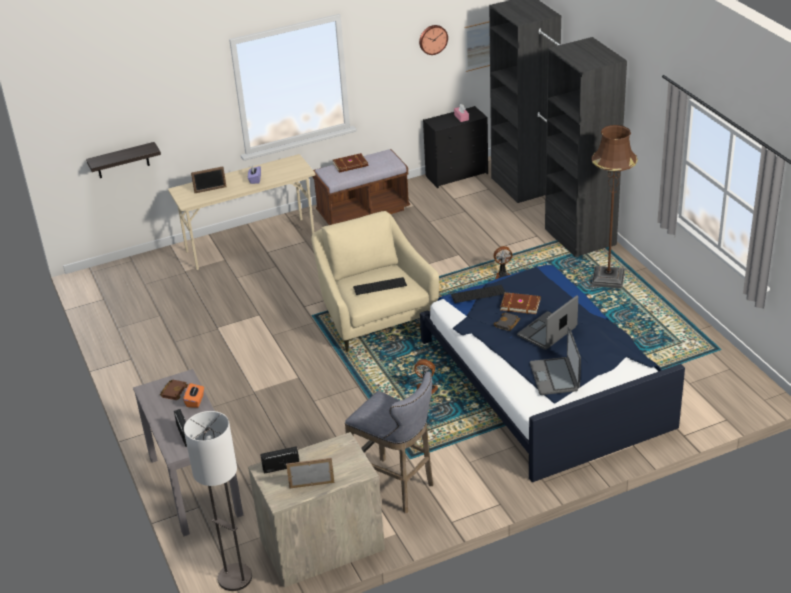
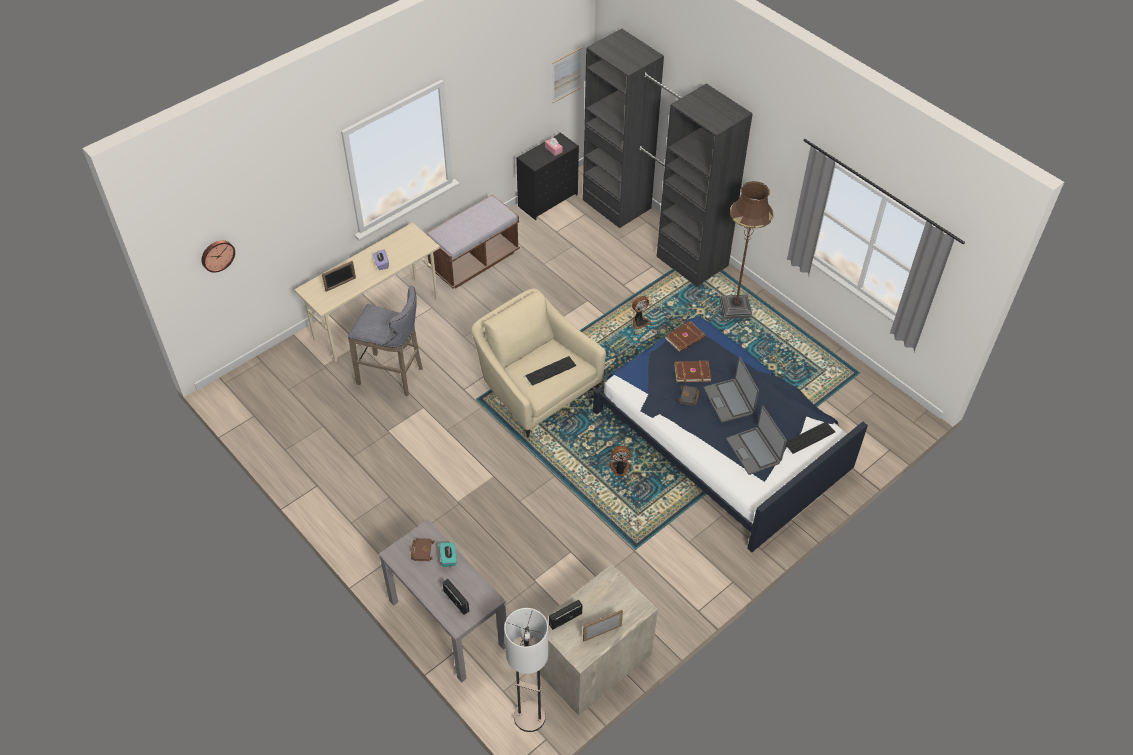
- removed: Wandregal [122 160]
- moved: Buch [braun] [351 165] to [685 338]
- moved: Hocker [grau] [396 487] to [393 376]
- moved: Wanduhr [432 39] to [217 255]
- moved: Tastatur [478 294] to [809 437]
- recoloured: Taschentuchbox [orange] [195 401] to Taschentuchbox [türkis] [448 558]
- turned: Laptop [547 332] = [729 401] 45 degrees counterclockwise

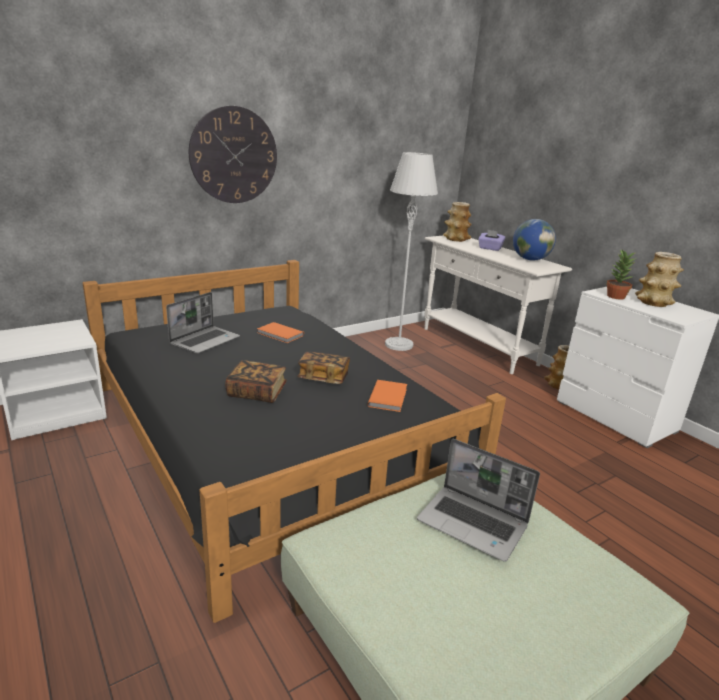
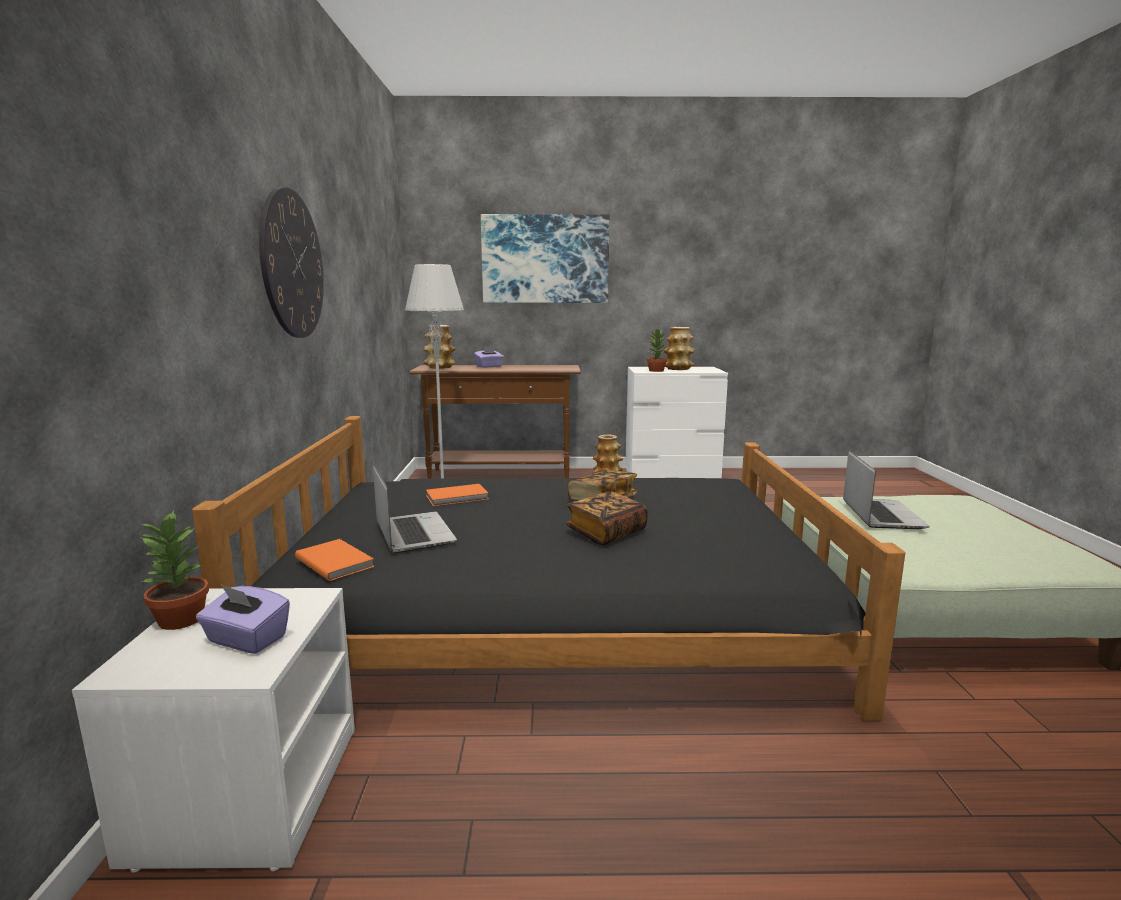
- removed: Globus [530 259]
- added: Topfpflanze [180 620]
- added: Taschentuchbox [lila] [246 640]
- added: Bild [545 259]
- moved: Buch [orange] [389 397] to [336 562]
- recoloured: Konsolentisch [weiß] [478 346] to Konsolentisch [braun] [500 475]
- turned: Laptop [474 523] = [880 515] 60 degrees counterclockwise

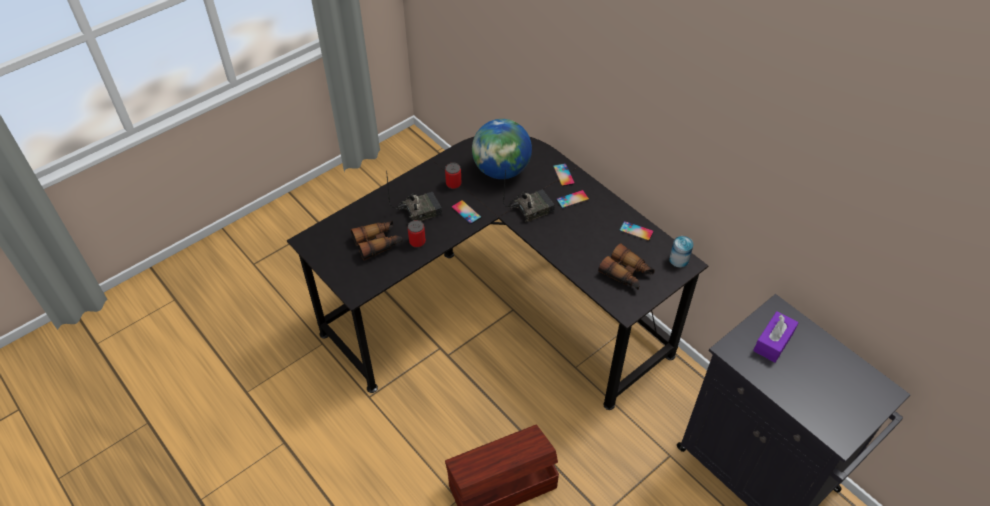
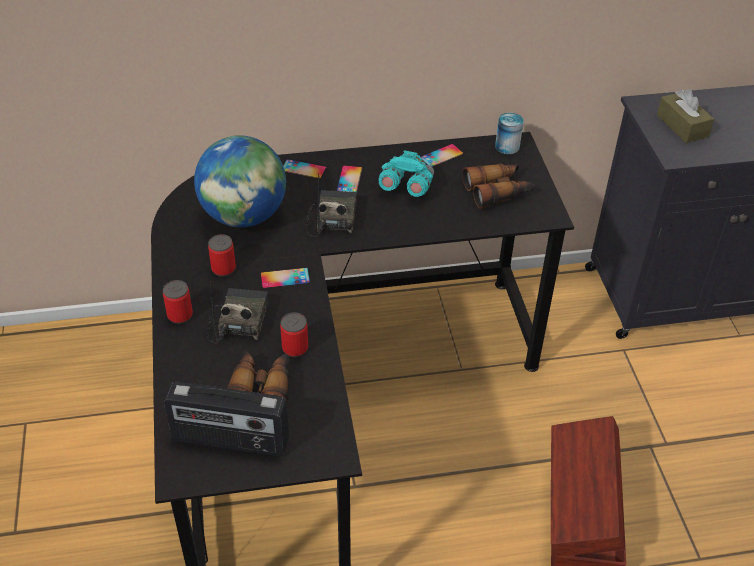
- added: Dose [180 315]
- added: Radio [230 441]
- added: Fernglas [türkis] [406 187]
- recoloured: Taschentuchbox [lila] [773 342] to Taschentuchbox [braun] [682 126]

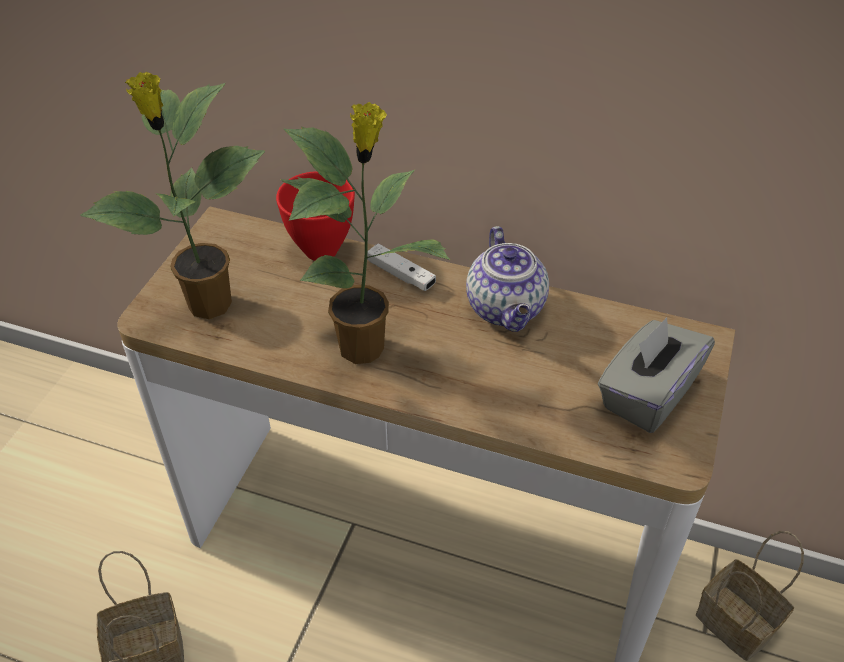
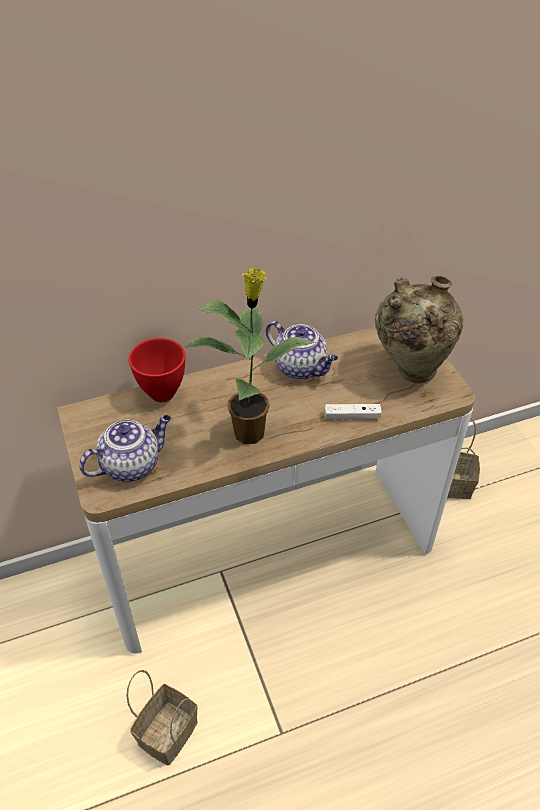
- moved: Gamepad [weiß] [401 275] to [352 416]
- replaced: Topfpflanze [208 306] to Teekanne [132 465]
- replaced: Taschentuchbox [grau] [647 394] to Vase [beige] [409 370]

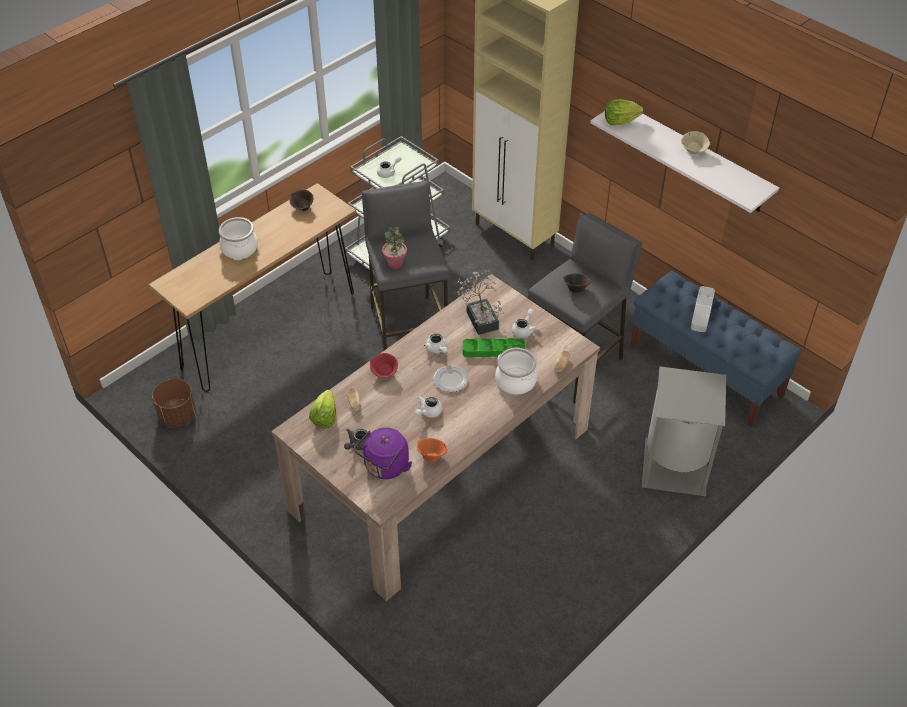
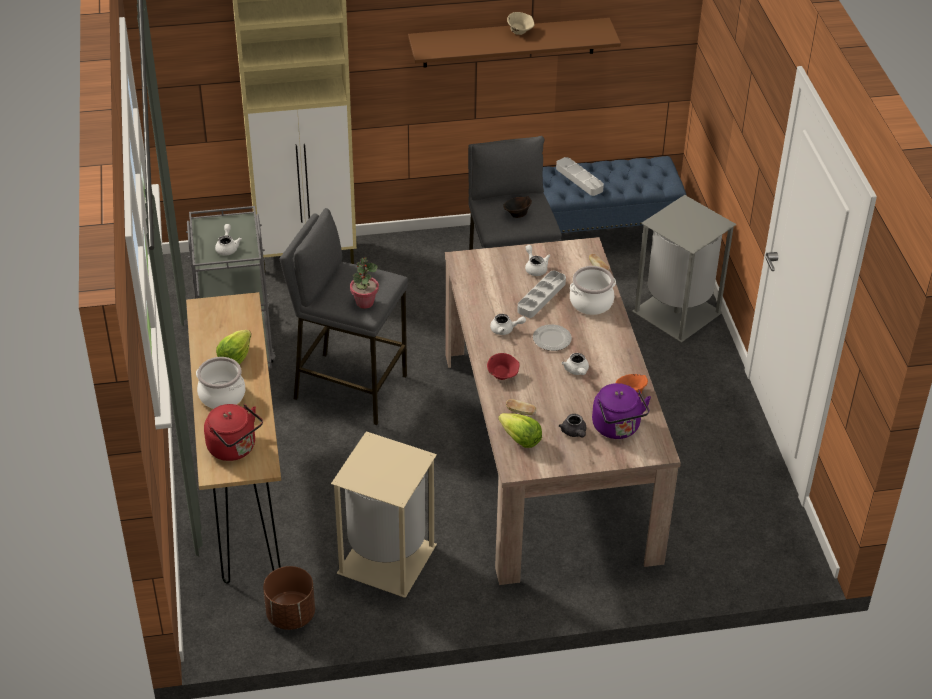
- removed: Schüssel [braun] [303 208]
- removed: Topfpflanze [481 317]
- added: Wasserkessel [rot] [234 448]
- added: Mülleimer [beige] [385 560]
- moved: Salatkopf [620 121] to [235 357]
- recoloured: Tablett [grün] [493 350] to Tablett [grau] [541 297]
- recoloured: Wandregal [weiß] [693 157] to Wandregal [braun] [509 42]

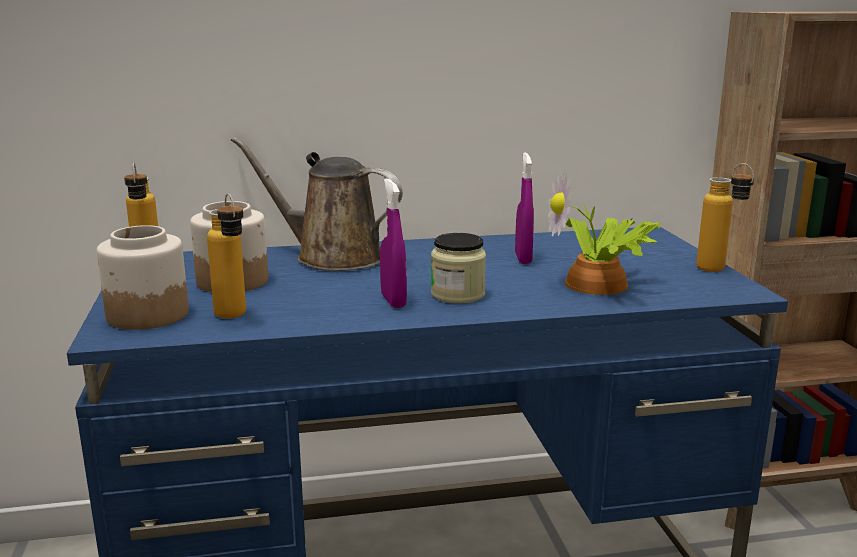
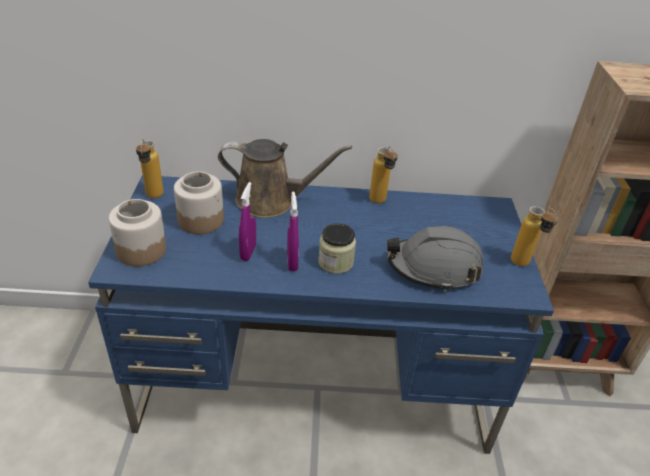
- moved: Flasche [234 318] to [380 203]
- moved: Sprühflasche [lila] [523 259] to [248 252]
- replaced: Topfpflanze [600 285] to Schutzhelm [grau] [434 268]
- turned: Gießkanne [braun] [331 257] = [271 201] 150 degrees clockwise

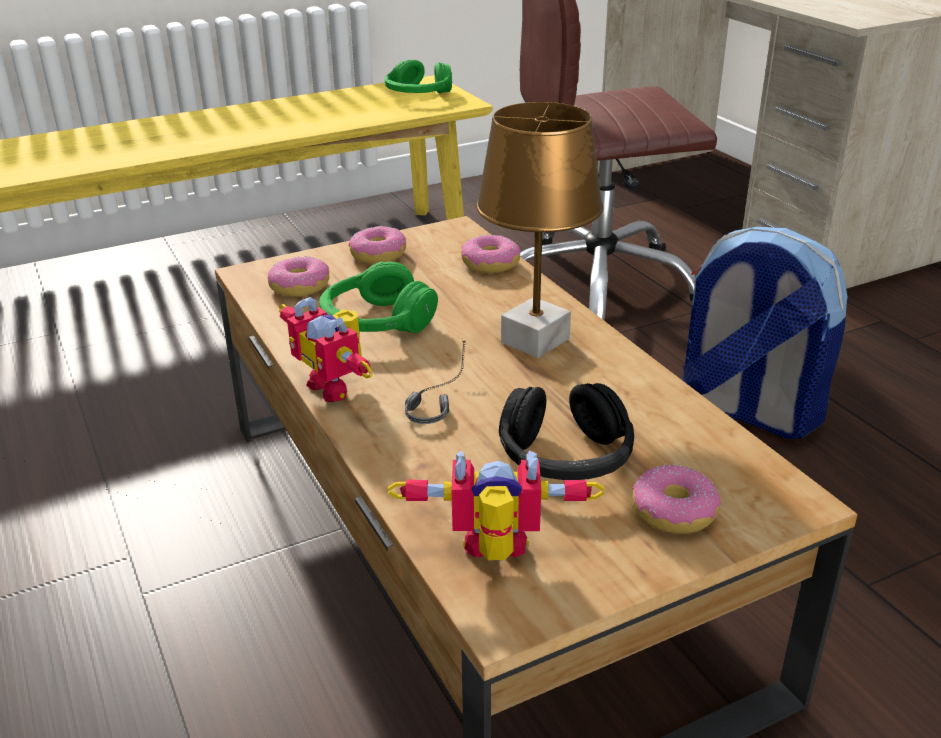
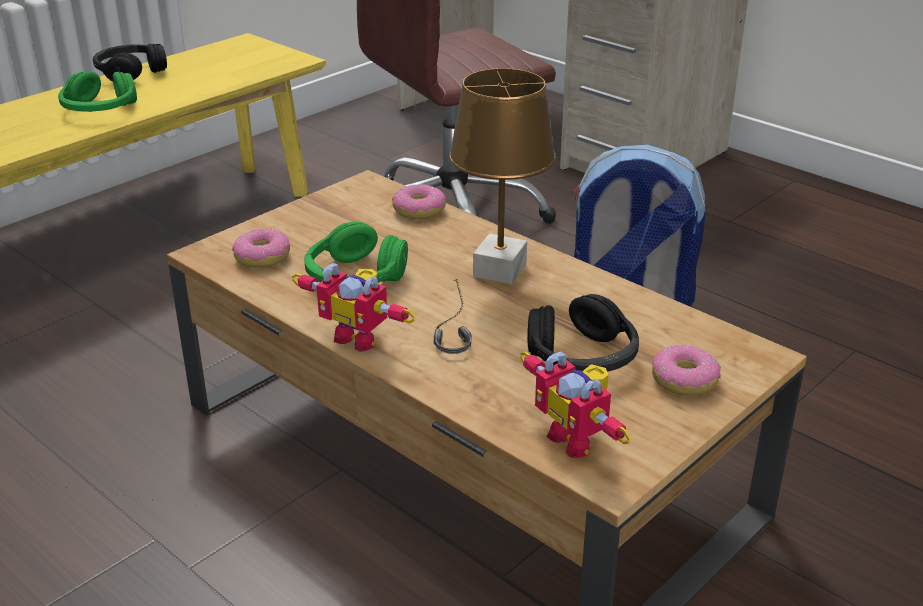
- removed: Donut [378 254]
- added: Kopfhörer [schwarz] [130 73]
- moved: Kopfhörer [grün] [418 94] to [99 109]
- turned: Spielzeugroboter [495 555] = [576 439] 105 degrees counterclockwise

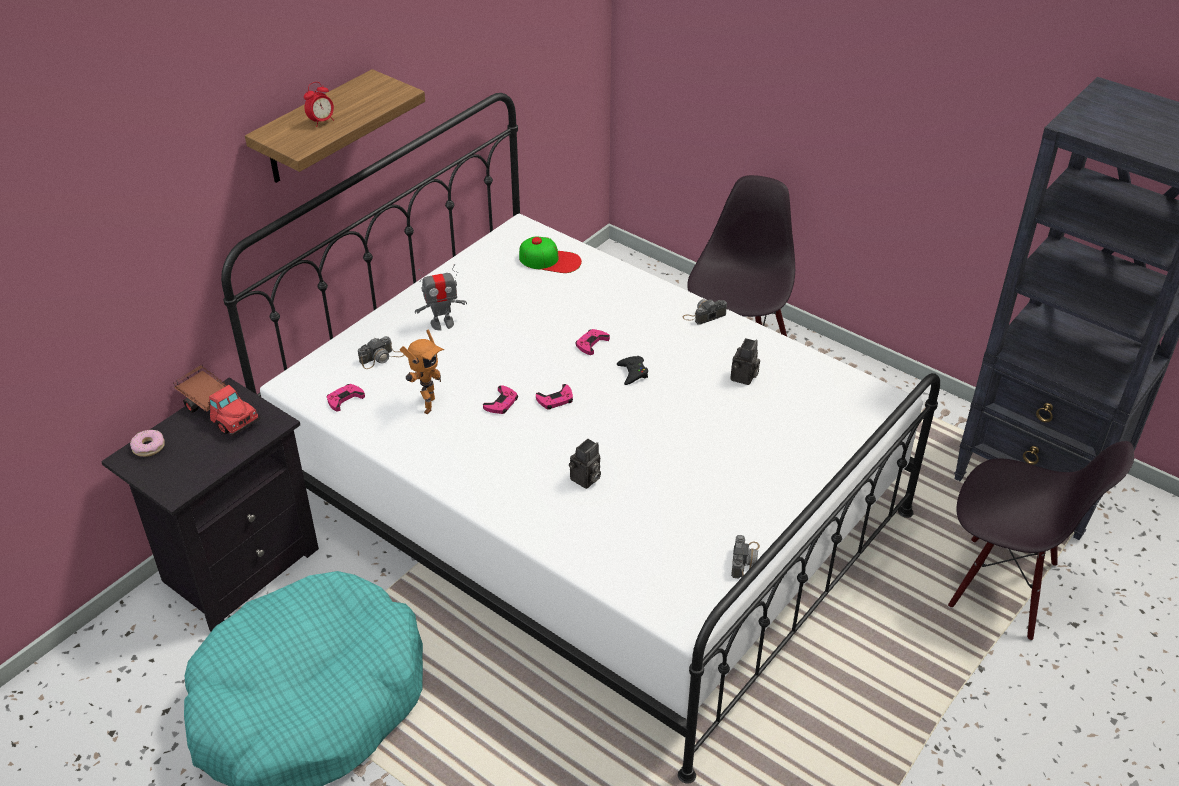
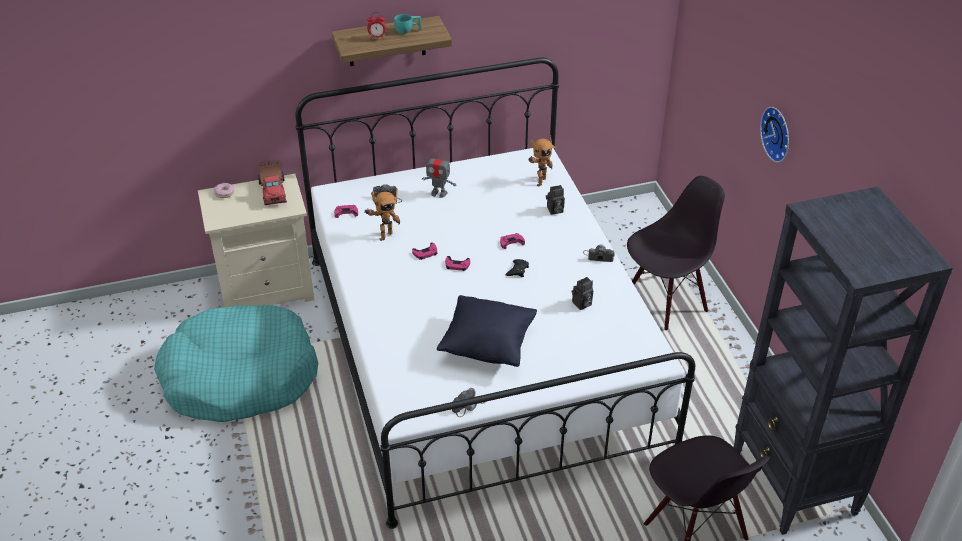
- added: Tasse [türkis] [407 31]
- added: Kissen [schwarz] [487 346]
- added: Wanduhr [778 133]
- moved: Kamera [585 480] to [554 210]
- replaced: Kappe [550 260] to Spielzeugroboter [539 181]
- recoloured: Nachttisch [schwarz] [237 566] to Nachttisch [beige] [267 289]

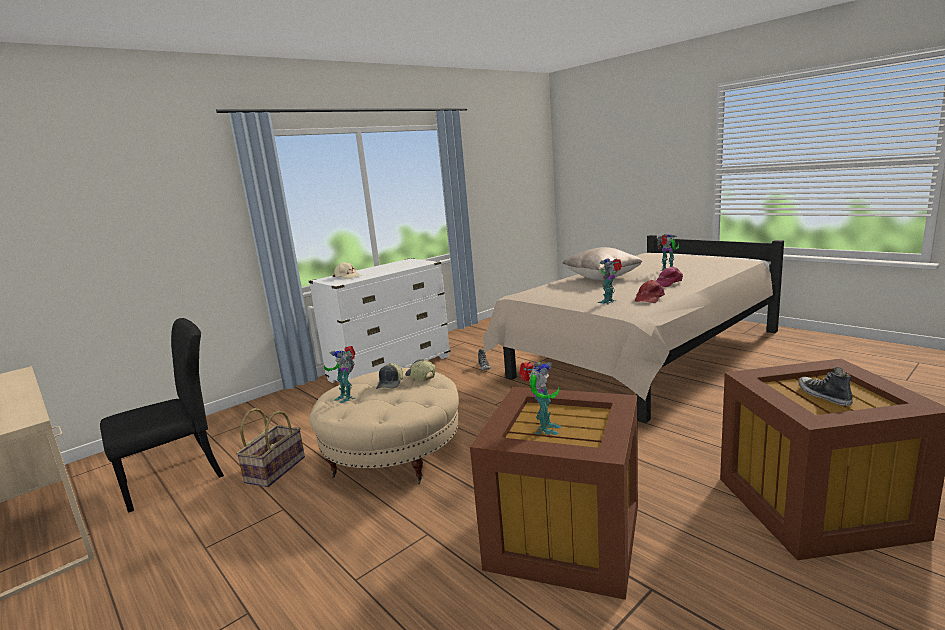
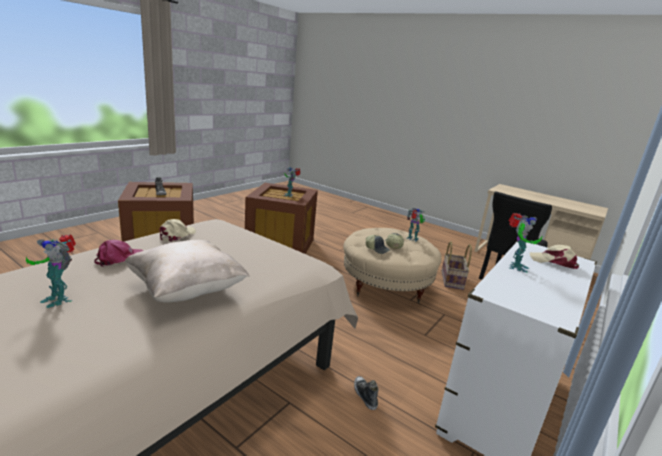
- moved: Spielzeugroboter [609 302] to [515 267]
- recoloured: Kappe [rot] [649 298] to Kappe [beige] [177 235]

